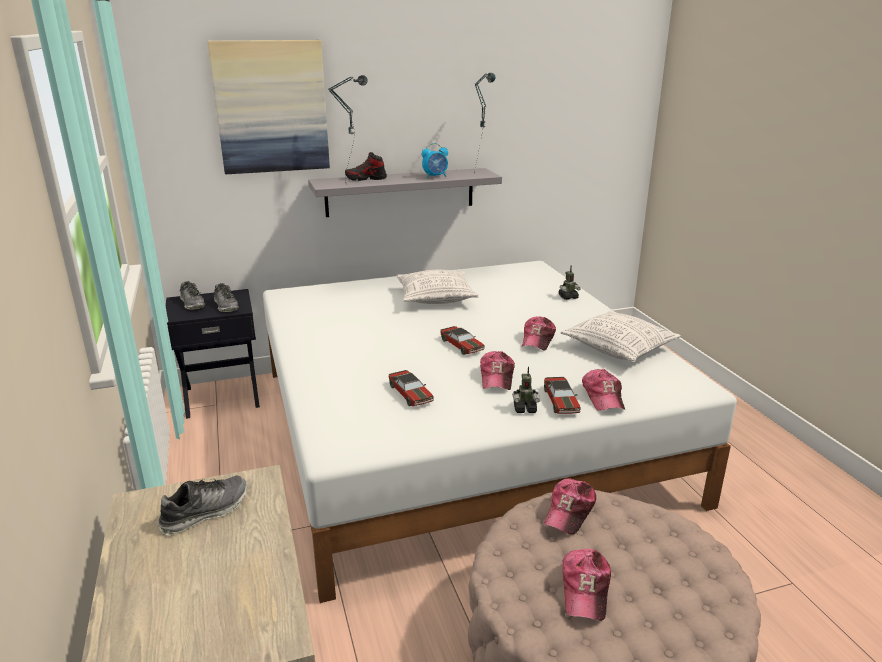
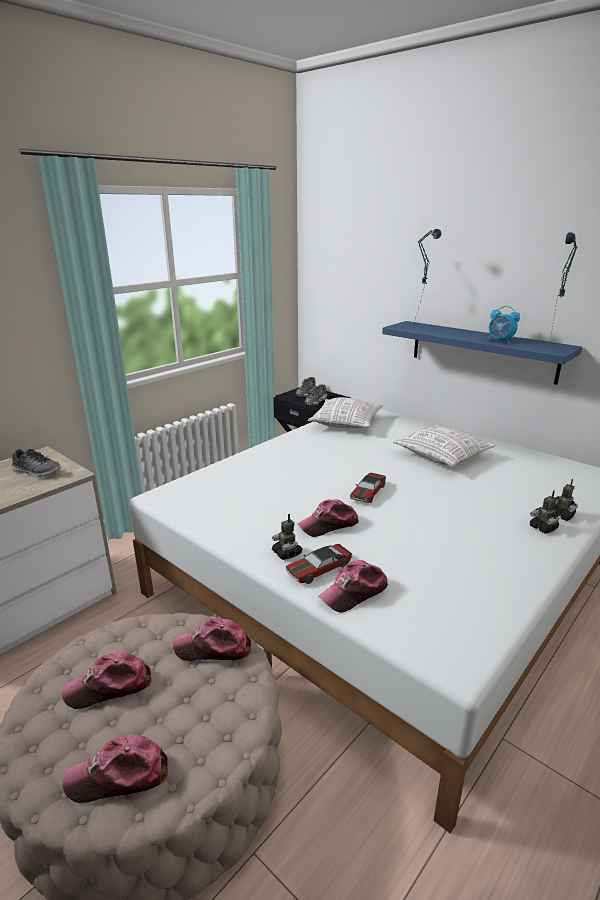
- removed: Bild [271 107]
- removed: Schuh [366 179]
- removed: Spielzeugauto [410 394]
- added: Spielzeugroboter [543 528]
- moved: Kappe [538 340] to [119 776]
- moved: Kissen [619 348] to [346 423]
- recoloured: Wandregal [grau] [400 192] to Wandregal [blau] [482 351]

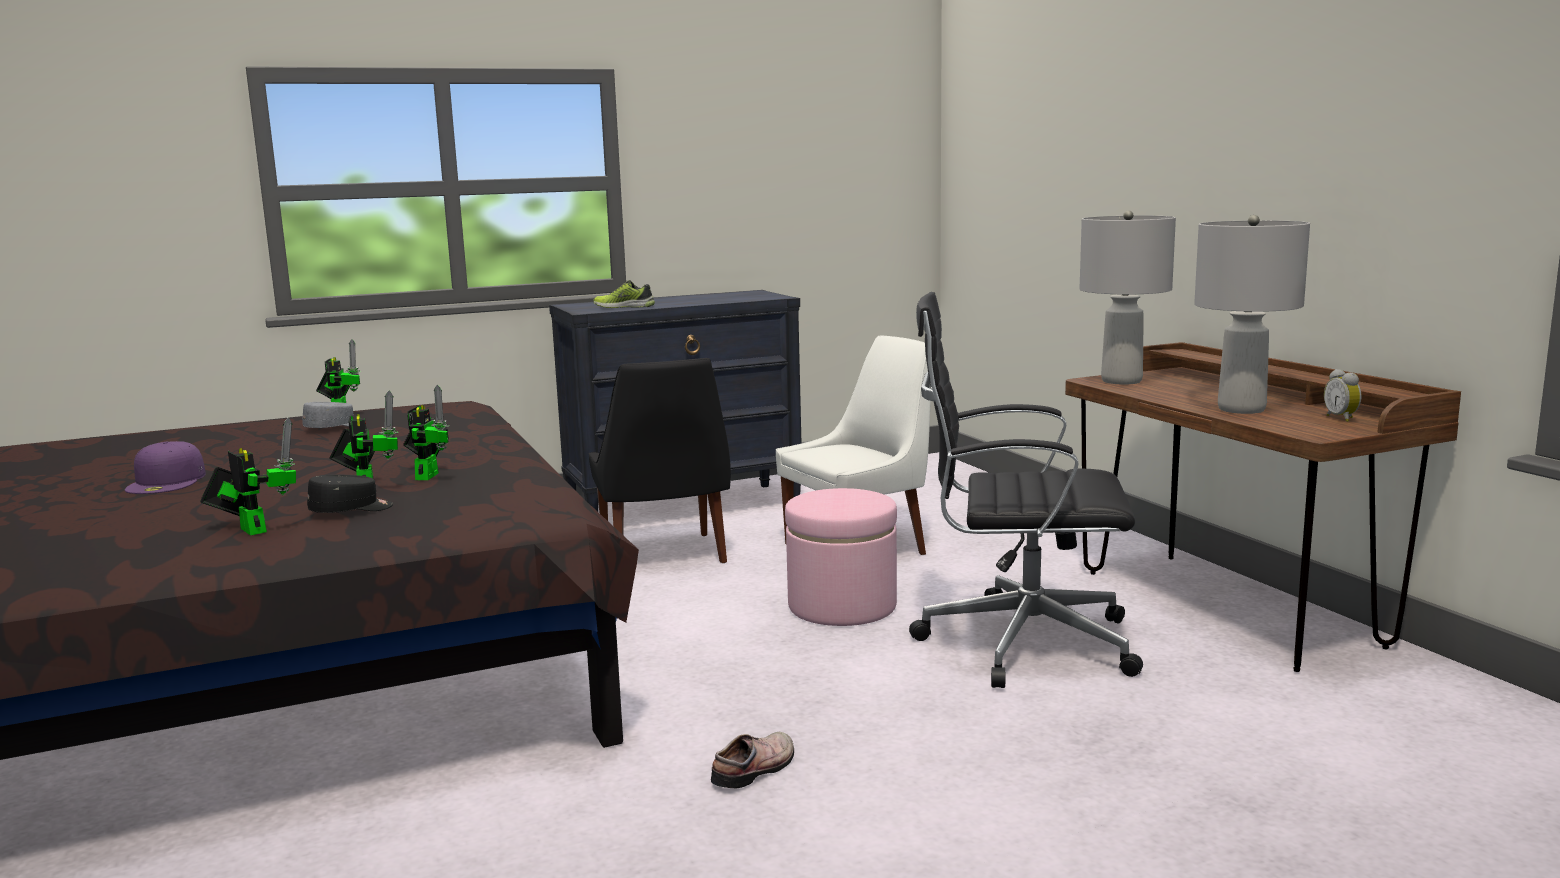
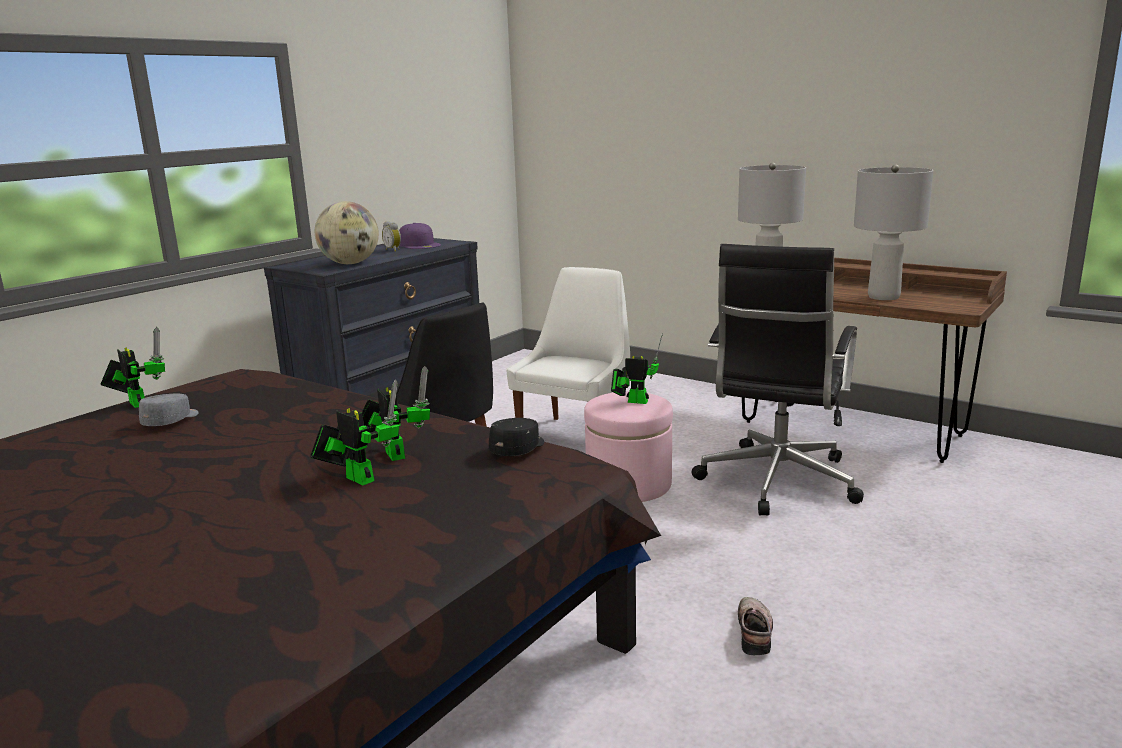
- moved: Kappe [lila] [167 481] to [419 245]
- moved: Spielzeugroboter [251 529] to [634 401]
- moved: Kappe [schwarz] [351 510] to [519 449]
- moved: Wecker [1342 418] to [394 250]
- replaced: Schuh [624 307] to Globus [350 263]
- turned: Bürostuhl [schwarz] [1020 642] = [776 482] 45 degrees counterclockwise

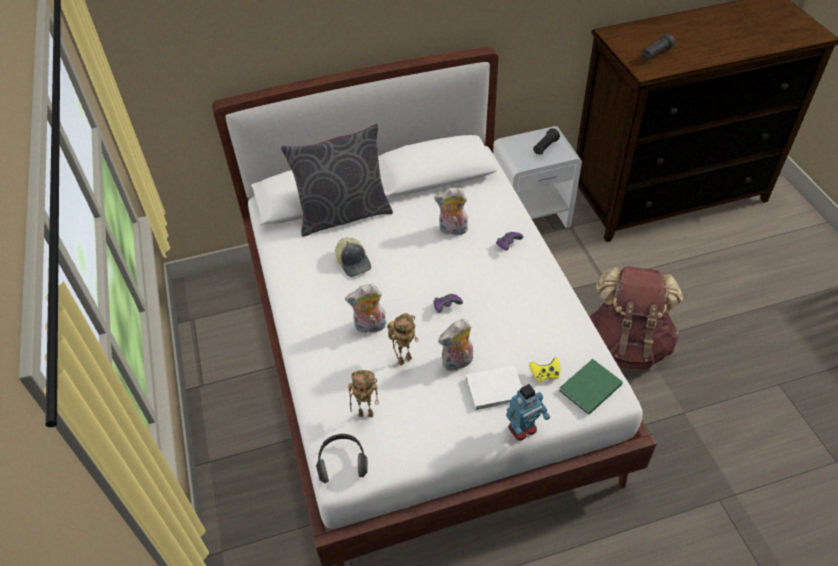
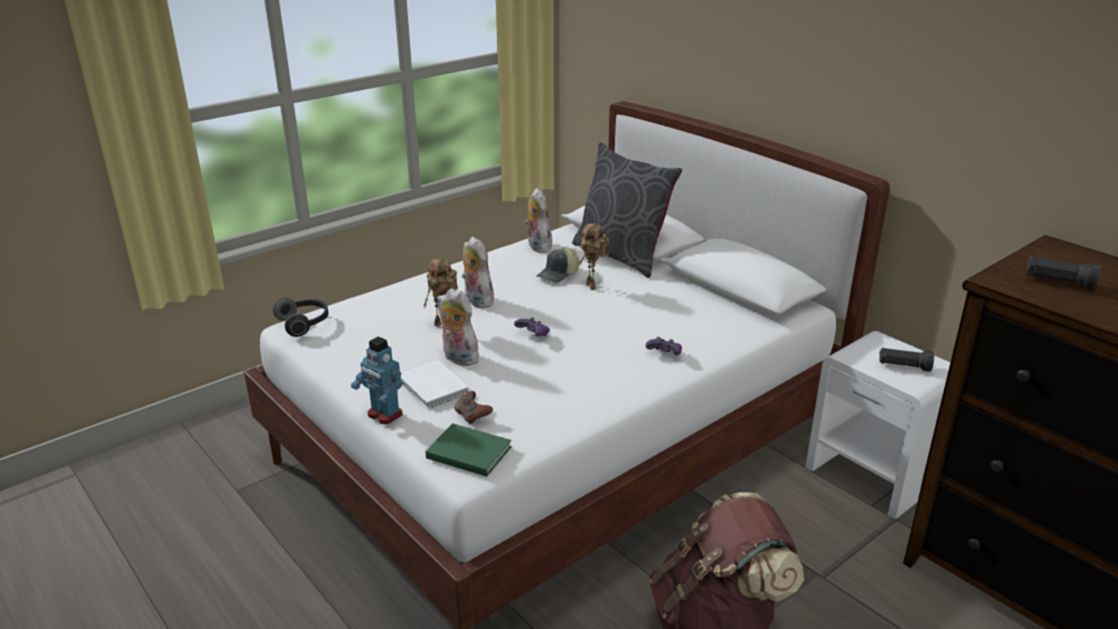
- moved: Spielzeugroboter [367 413] to [593 286]
- moved: Plüschtier [452 230] to [537 246]
- recoloured: Gamepad [gelb] [545 374] to Gamepad [braun] [472 416]

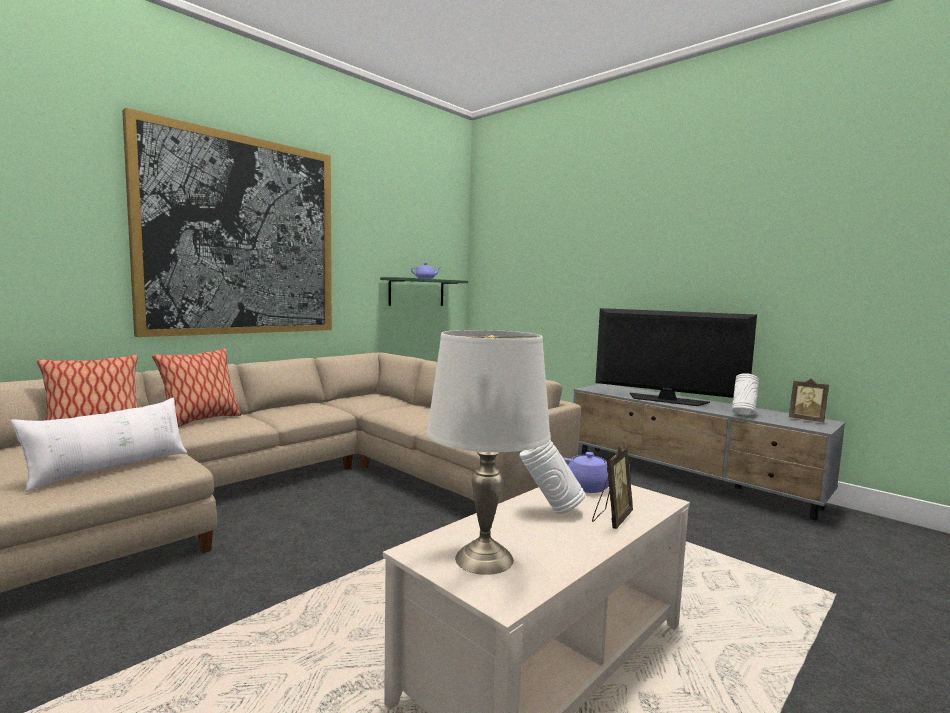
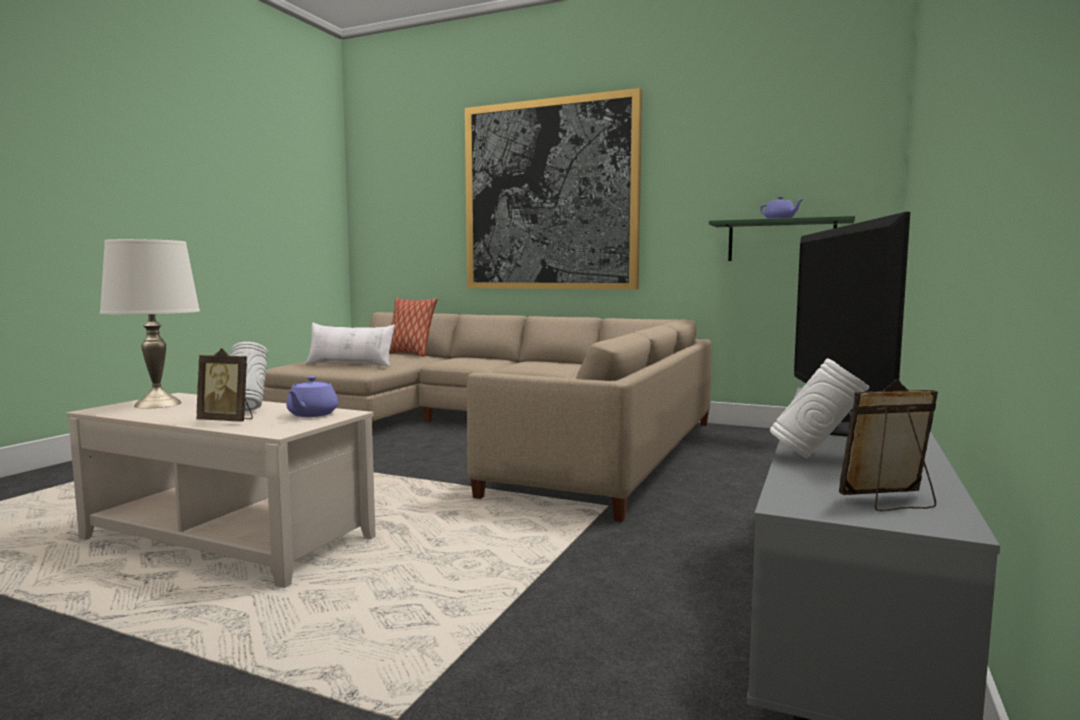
- removed: Kissen [201 420]
- turned: Bilderrahmen [807 420] = [890 502] 60 degrees clockwise

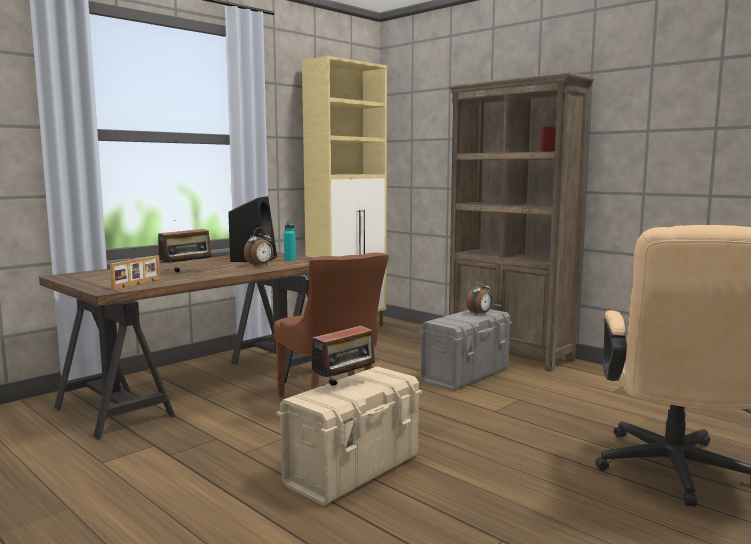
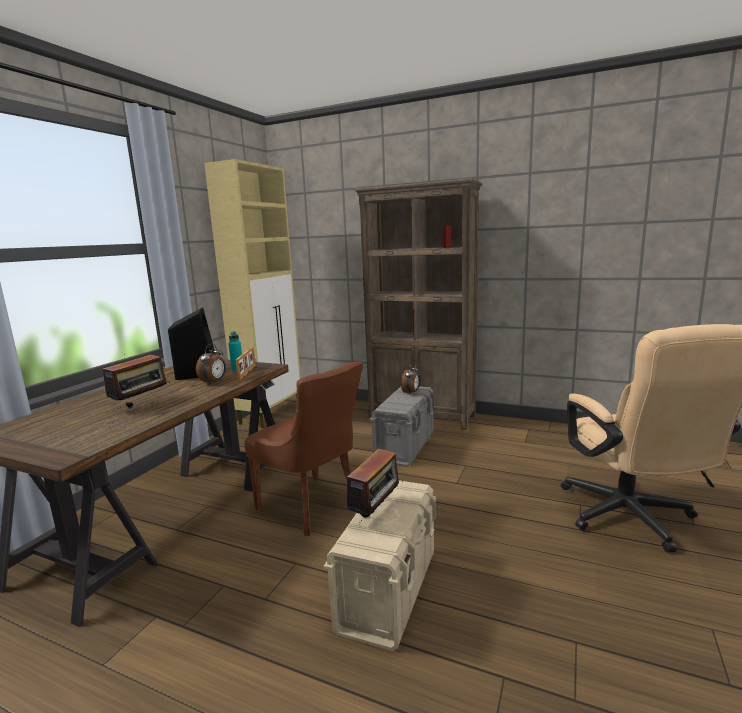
- moved: Bilderrahmen [137 284] to [248 372]

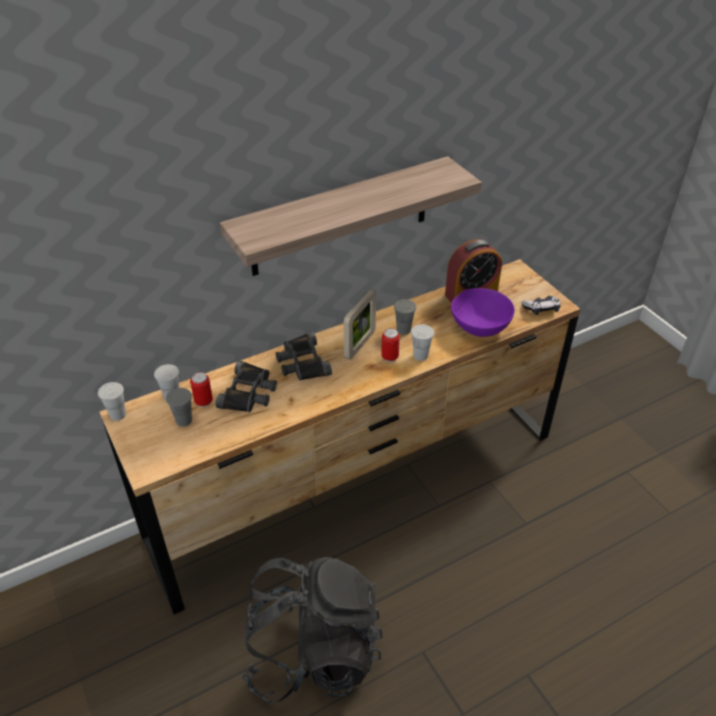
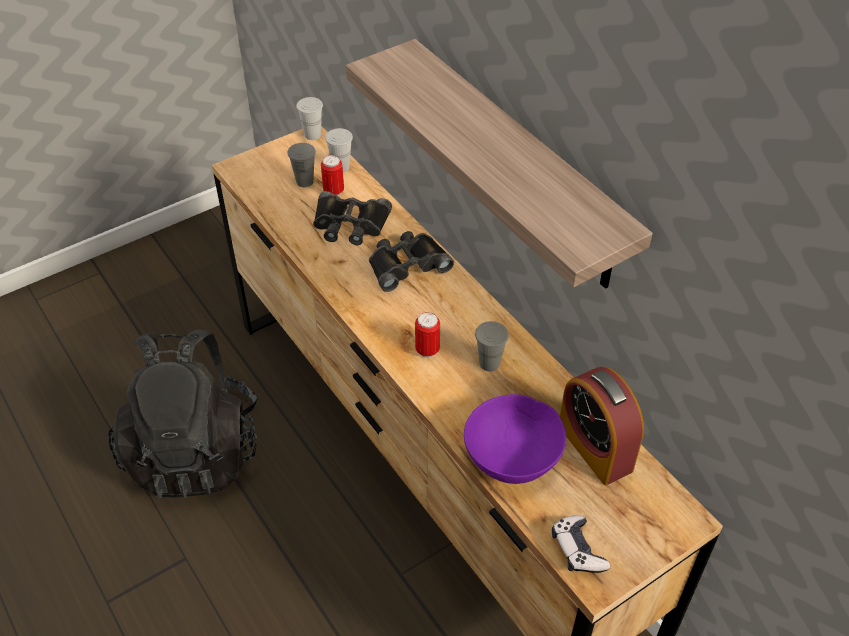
- removed: Bilderrahmen [360 345]
- removed: Tasse [weiß] [420 355]

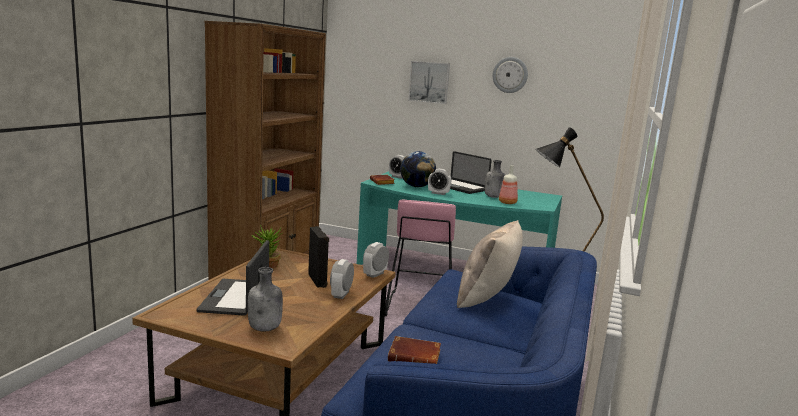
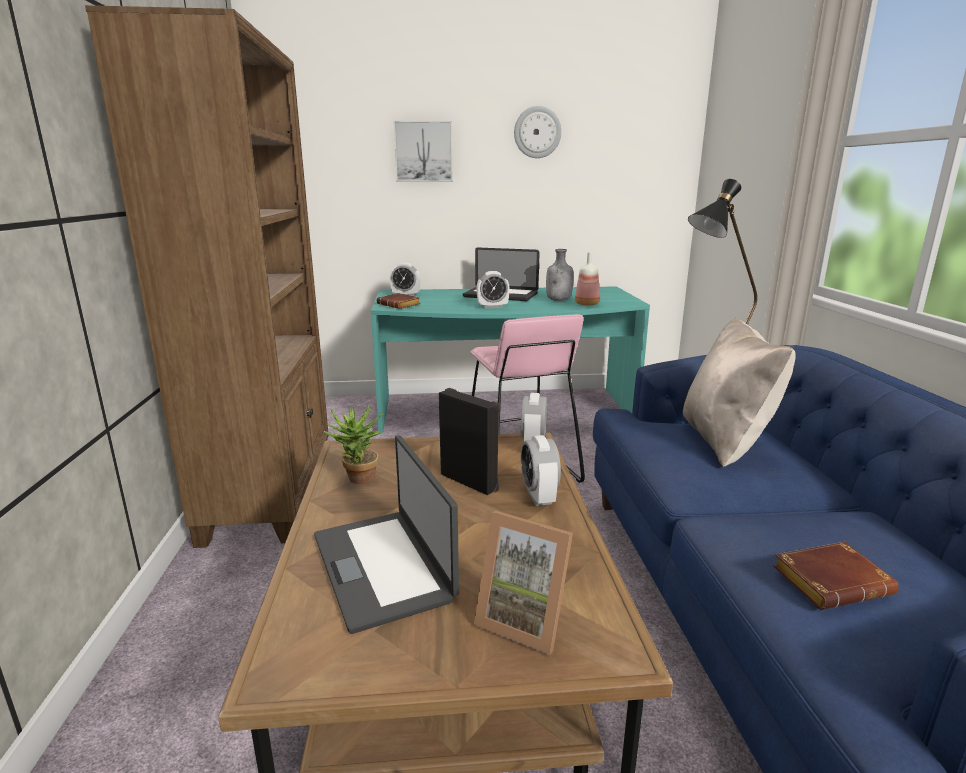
- removed: Globus [416 186]
- replaced: Flasche [grau] [265 328] to Bilderrahmen [525 619]

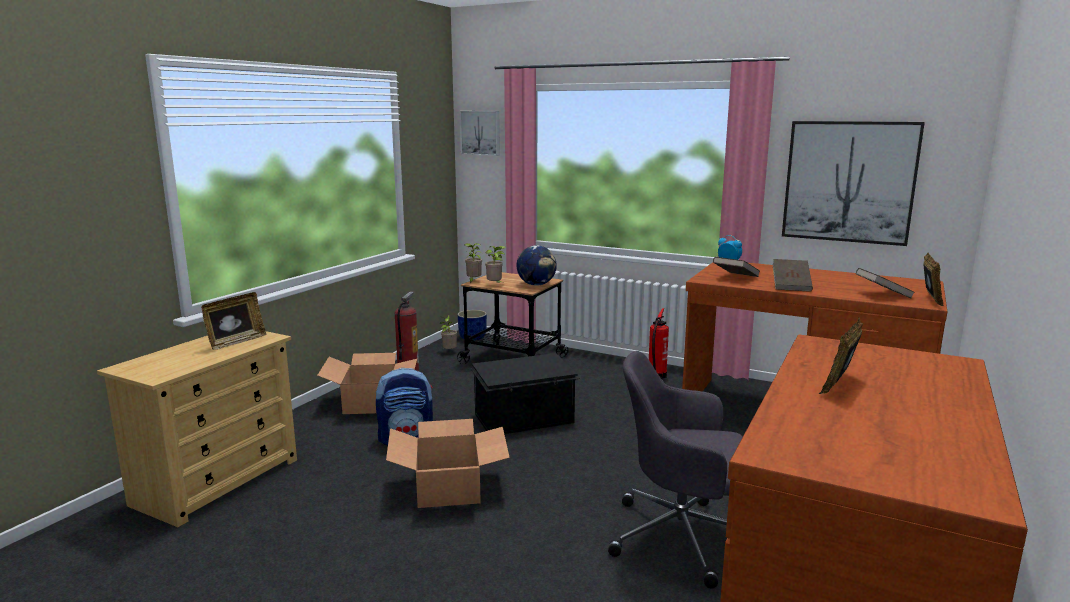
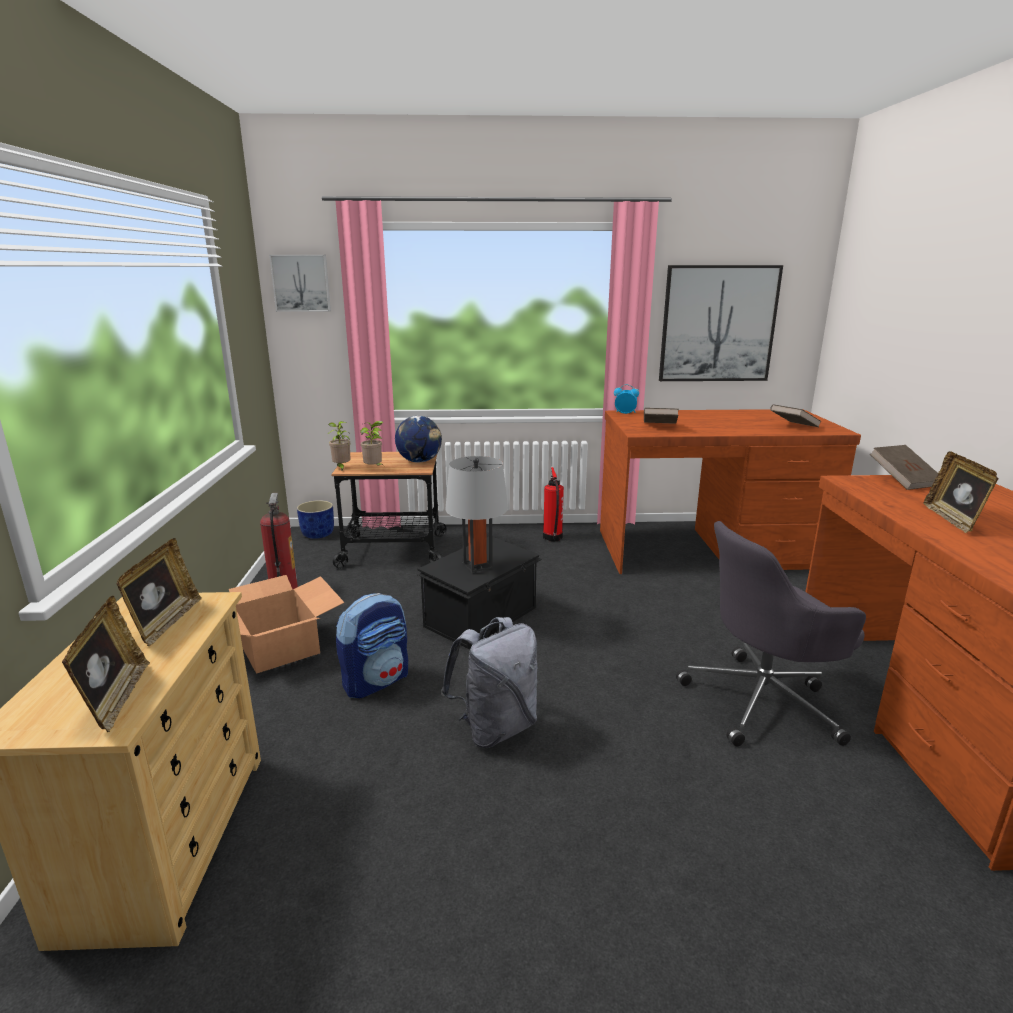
- removed: Topfpflanze [449 352]
- added: Tischlampe [grau] [477 565]
- moved: Buch [braun] [791 286] to [903 481]
- moved: Bilderrahmen [929 299] to [116 699]
- replaced: Karton [449 487] to Rucksack [grau] [495 728]

